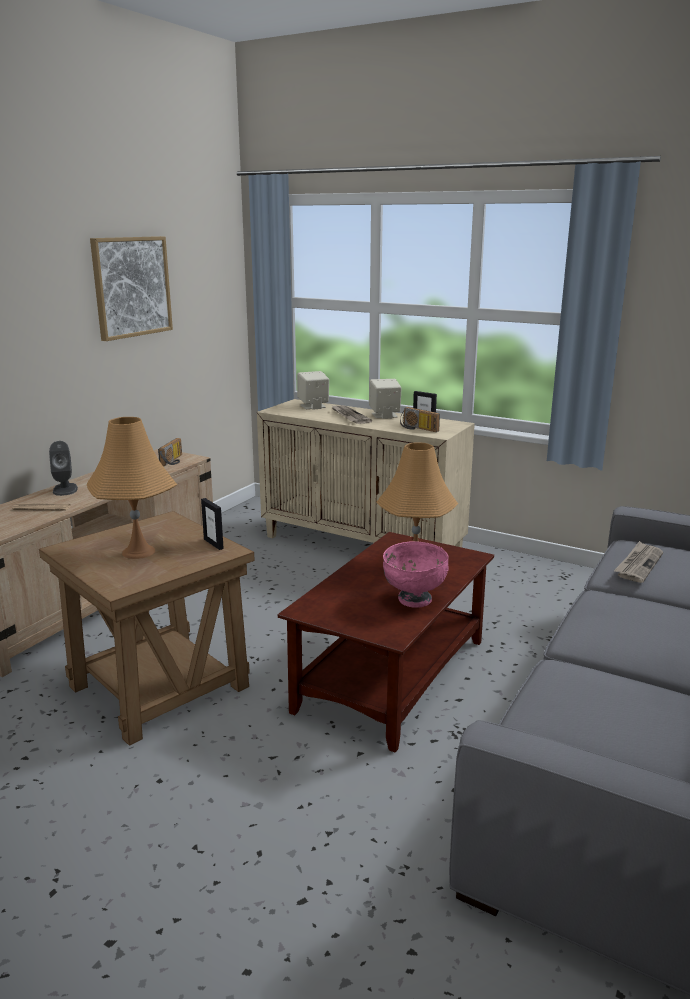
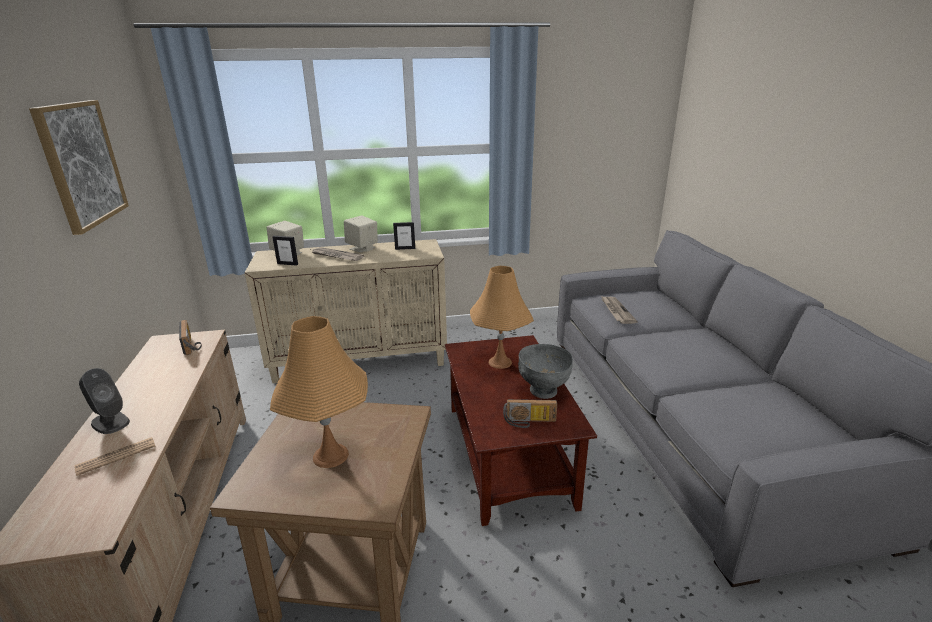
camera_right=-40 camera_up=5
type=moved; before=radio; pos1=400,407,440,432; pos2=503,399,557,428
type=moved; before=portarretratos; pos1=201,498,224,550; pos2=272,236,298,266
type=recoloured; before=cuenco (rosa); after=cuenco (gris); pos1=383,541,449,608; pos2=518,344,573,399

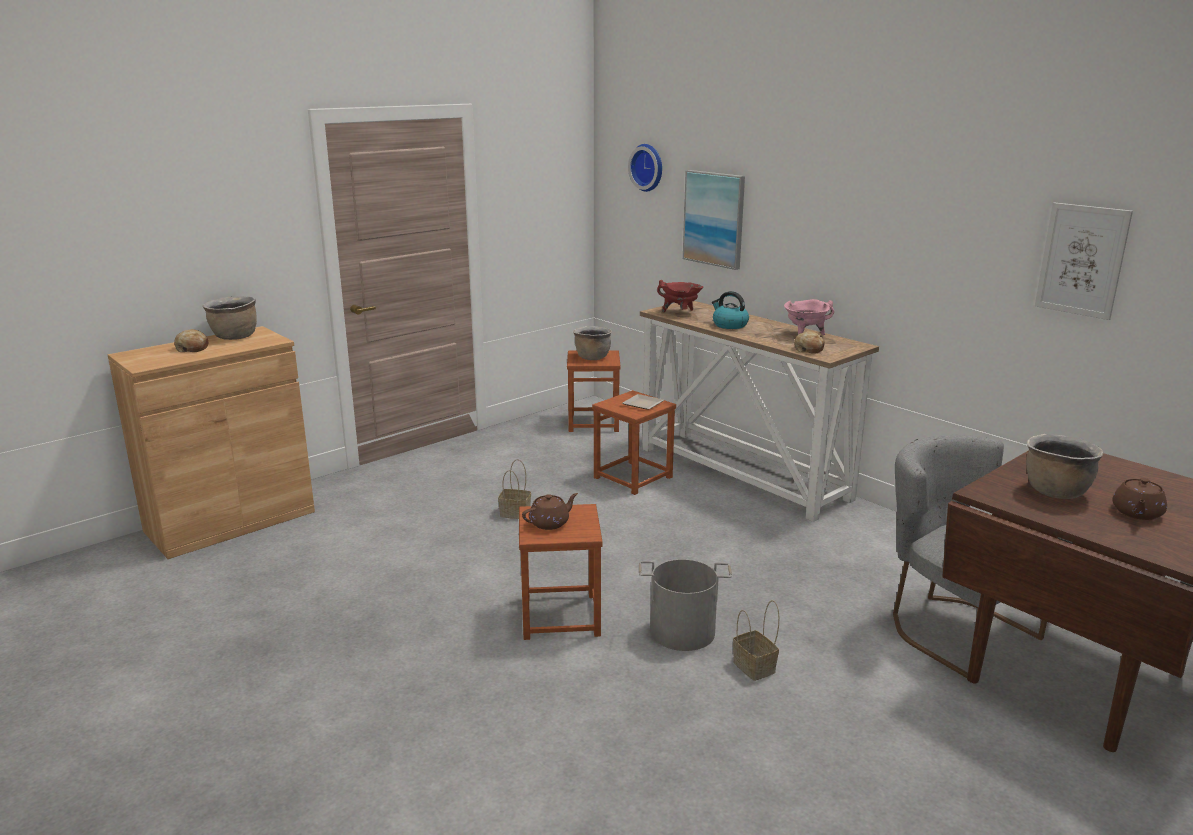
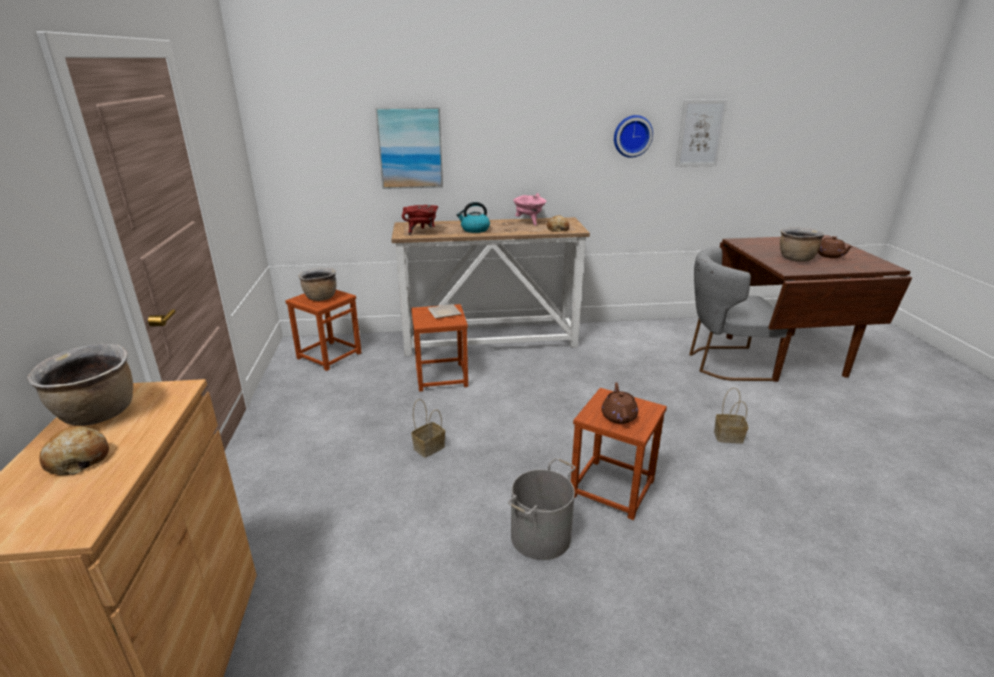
camera_right=-55 camera_up=5
type=moved; before=reloj de pared; pos1=628,144,662,192; pos2=614,115,653,158
type=moved; before=cubo (gris); pos1=639,559,732,651; pos2=508,458,576,560

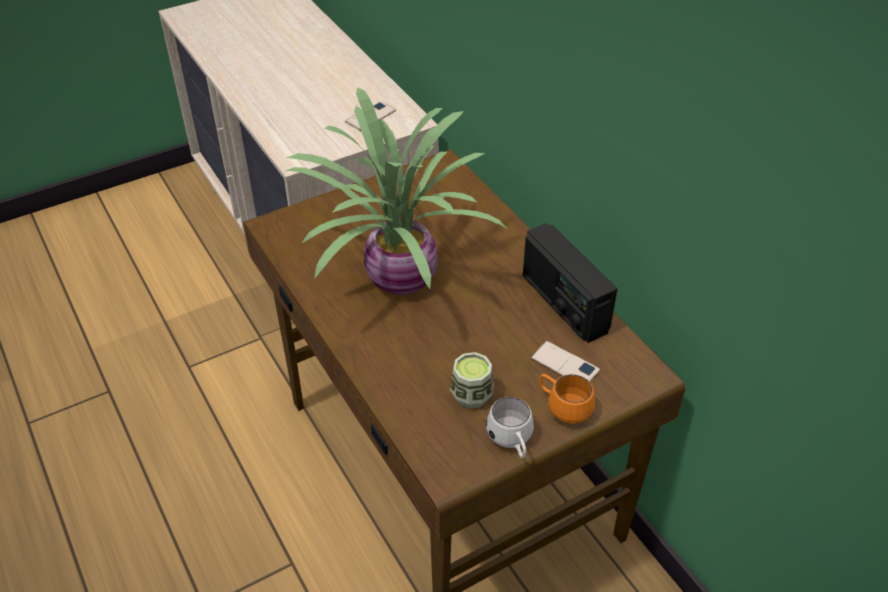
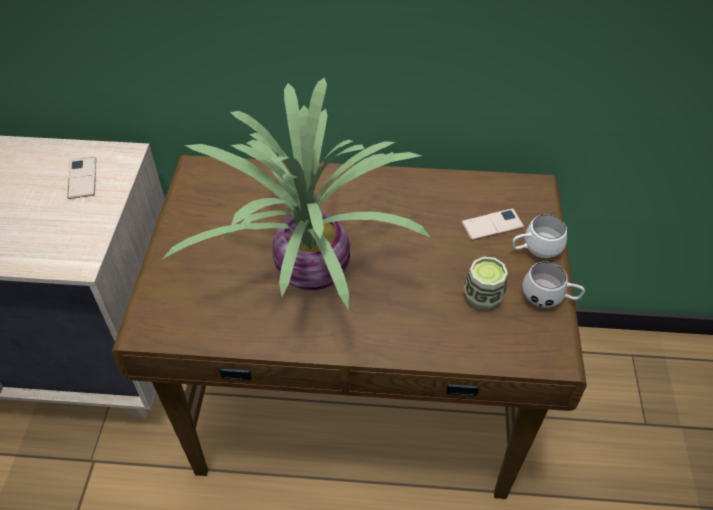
camera_right=-55 camera_up=5
type=removed; before=radio; pos1=523,223,618,343
type=recoloured; before=taza grande (naranja); after=taza grande (blanco); pos1=539,374,595,424; pos2=512,215,567,258

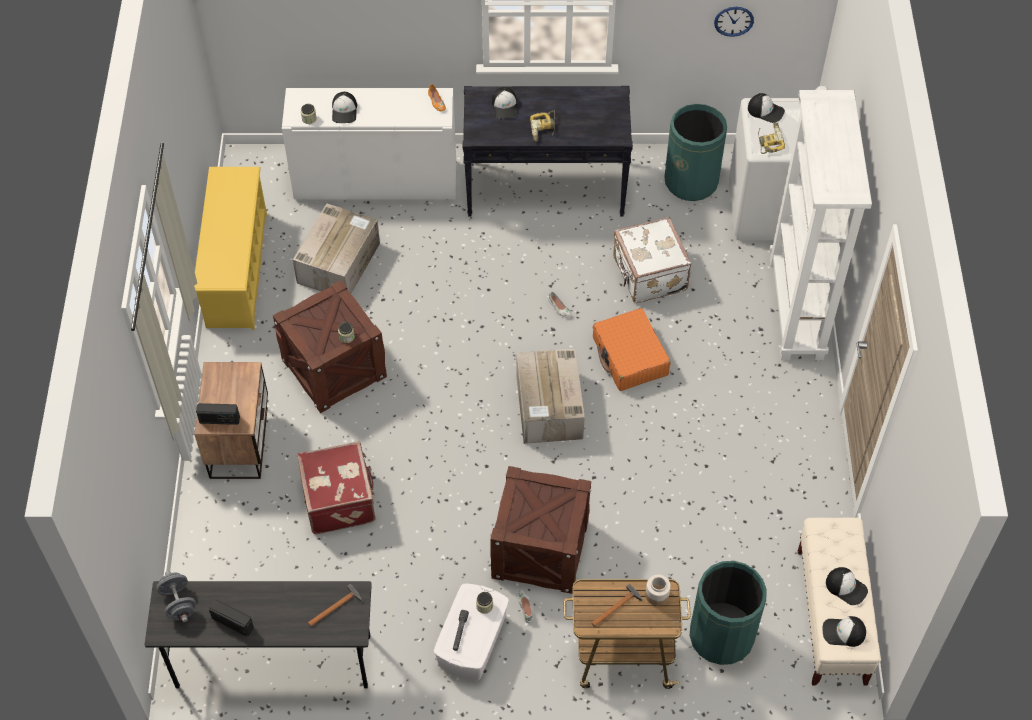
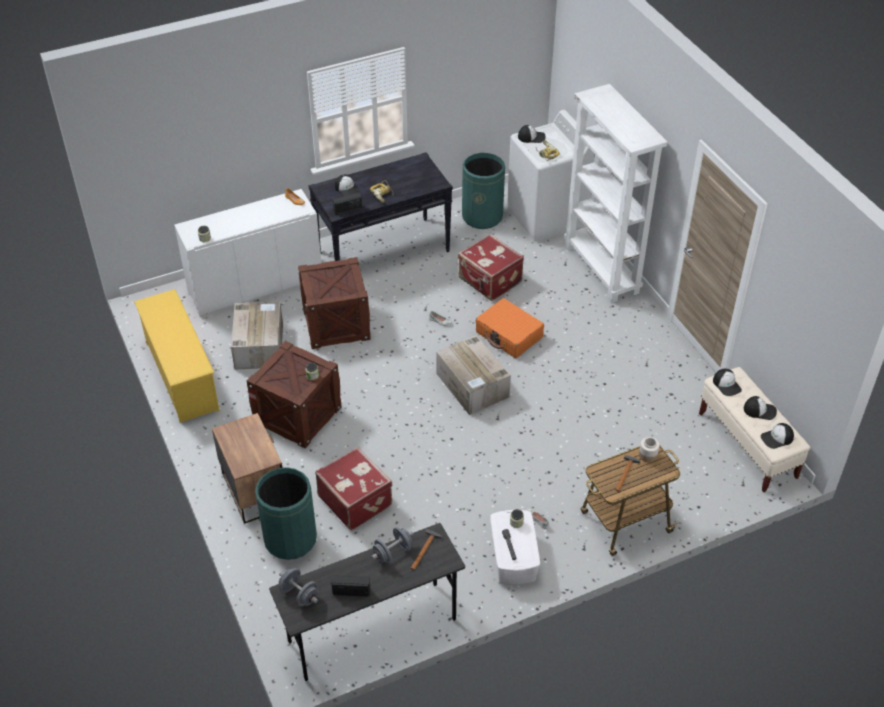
camera_right=-25 camera_up=-10
type=removed; before=reloj de pared; pos1=714,7,754,37
type=moved; before=gorra; pos1=332,92,357,123; pos2=713,369,742,396
type=recoloured; before=maleta (blanco); after=maleta (rojo); pos1=613,217,691,303; pos2=458,234,524,301
type=moved; before=radio; pos1=196,403,240,425; pos2=333,193,362,215
type=moved; before=caja de embalaje; pos1=490,466,591,594; pos2=298,257,371,349
type=moved; before=papelera (verde); pos1=690,561,767,665; pos2=255,467,317,560
type=added; after=mancuerna (gris); pos2=371,527,413,564

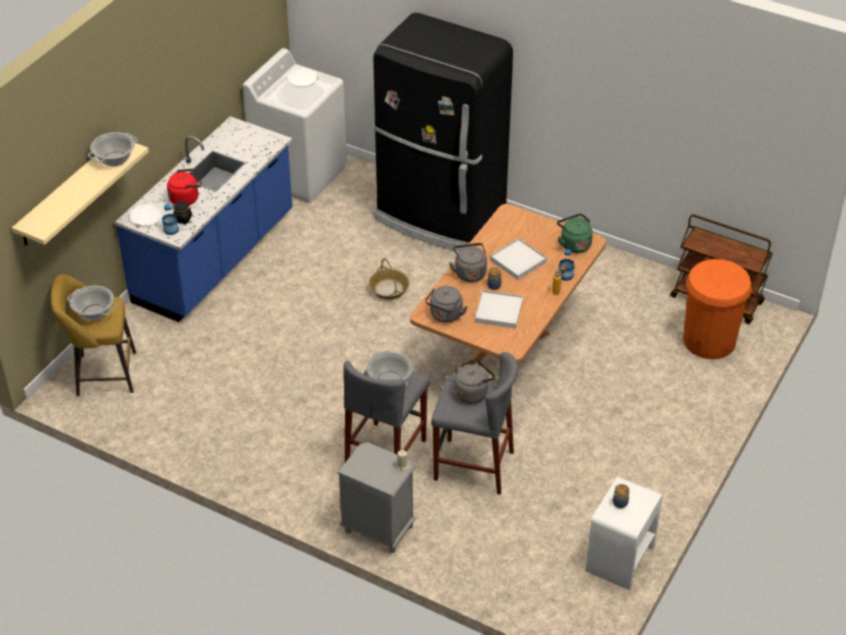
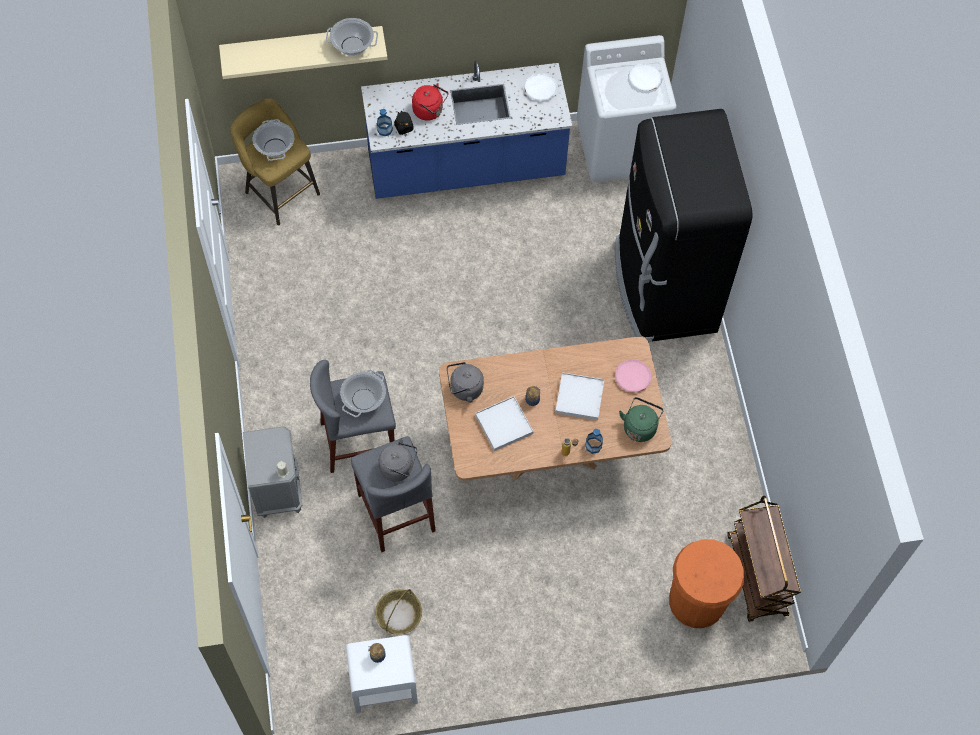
camera_right=50 camera_up=20
type=moved; before=plato (blanco); pos1=129,204,163,226; pos2=524,73,558,101
type=removed; before=hervidor (gris); pos1=449,243,487,282
type=moved; before=cesta; pos1=368,258,410,299; pos2=375,589,422,635
type=added; after=plato (rosa); pos2=615,359,652,392

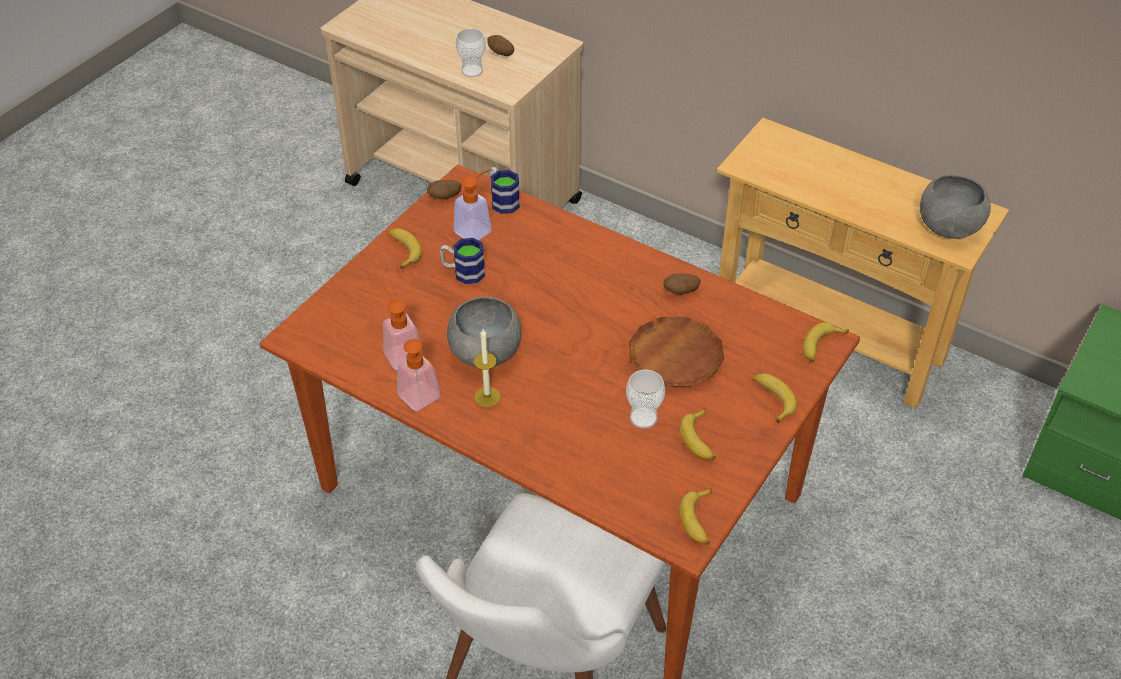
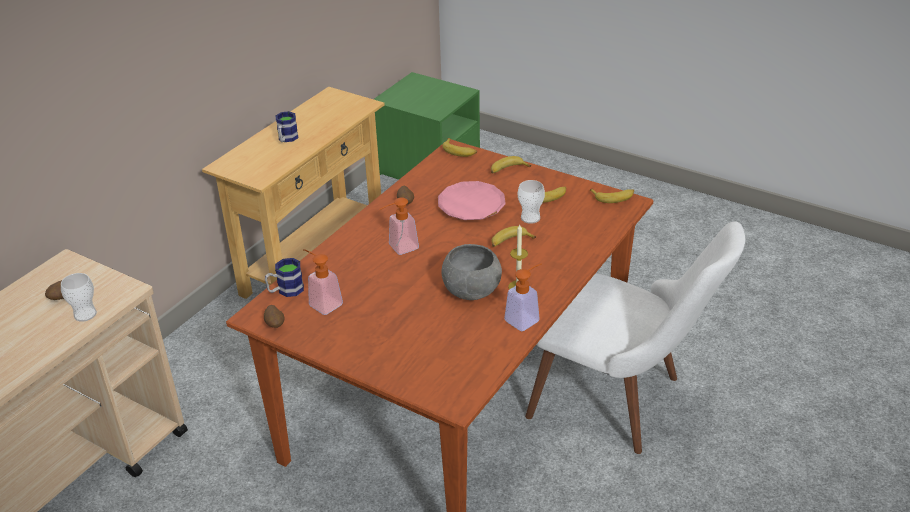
camera_right=-90 camera_up=-10
type=removed; before=cuenco (gris); pos1=920,174,991,239
type=moved; before=plátano; pos1=389,228,422,269; pos2=491,226,536,247
type=moved; before=taza grande; pos1=440,238,485,284; pos2=276,111,298,142
type=moved; before=dispensador de jabón; pos1=383,287,422,370; pos2=380,198,419,255
type=recoloured; before=plato (marrón); after=plato (rosa); pos1=629,317,724,387; pos2=438,181,506,220

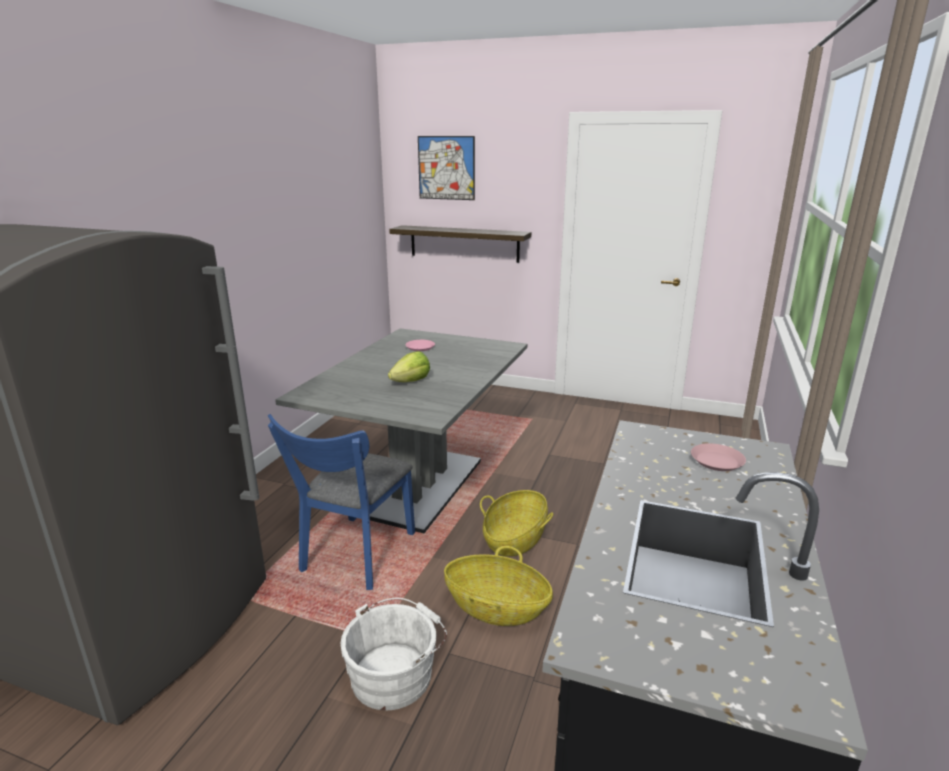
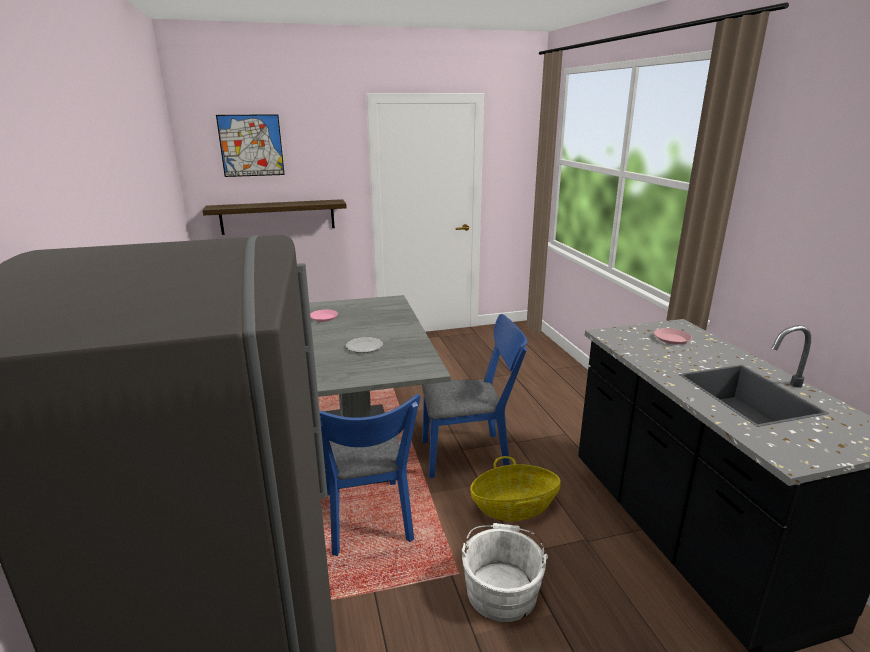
camera_right=-35 camera_up=0
type=replaced; before=lechuga; after=plato; pos1=388,351,430,382; pos2=346,337,383,353
type=replaced; before=cesta; after=silla (azul); pos1=480,490,553,556; pos2=422,314,527,478

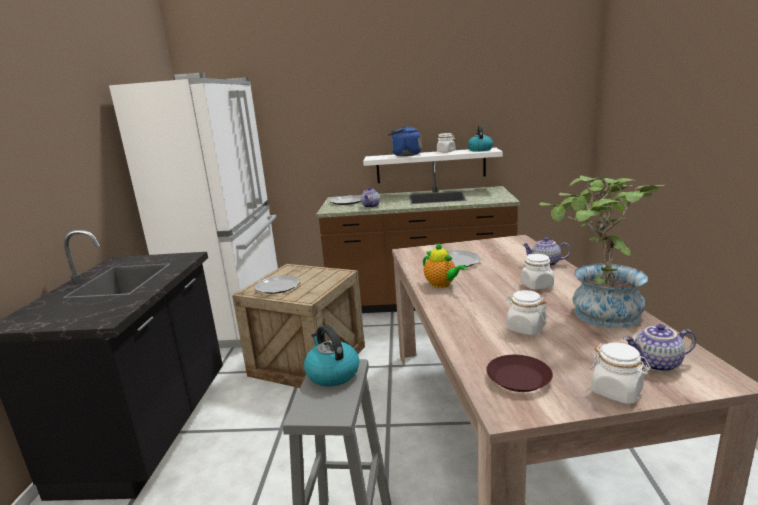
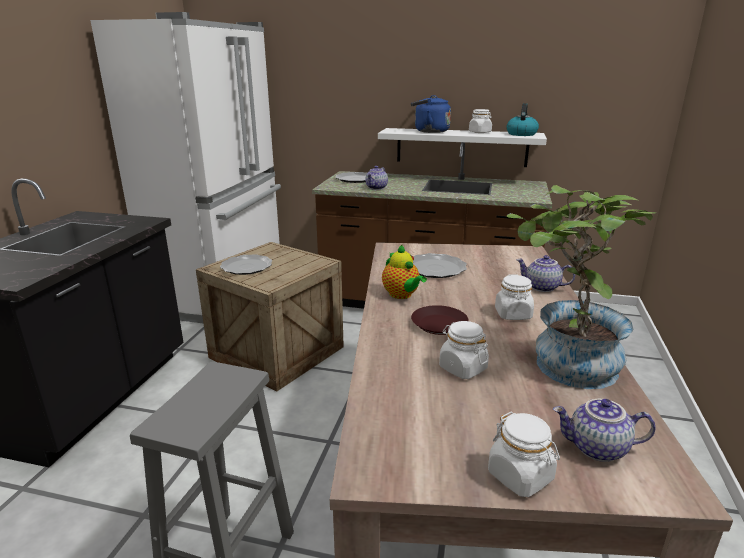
camera_right=10 camera_up=5
type=removed; before=hervidor; pos1=304,325,359,386
type=moved; before=plato (marrón); pos1=486,355,553,392; pos2=411,305,469,335

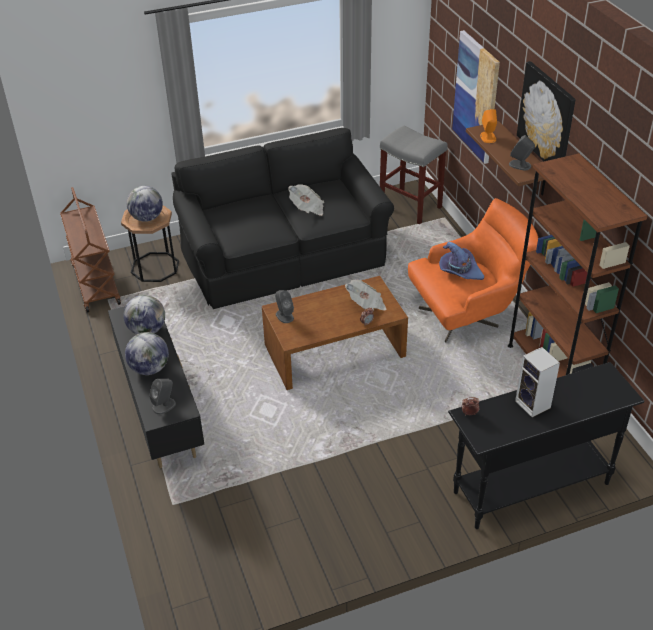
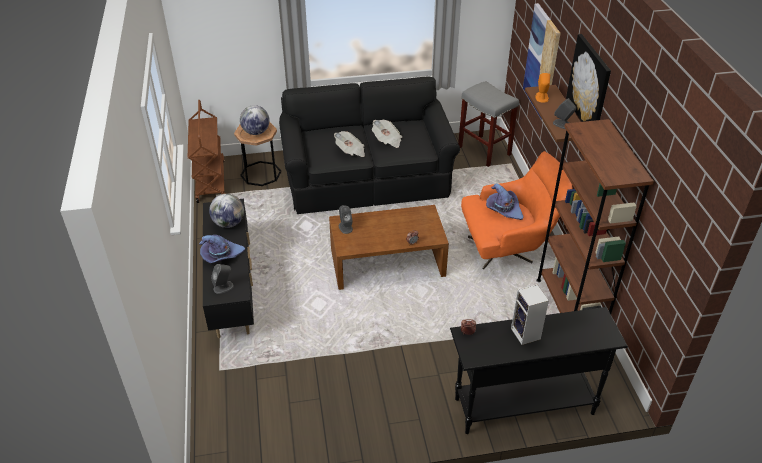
camera_right=10 camera_up=0
type=moved; before=periódico; pos1=345,280,386,311; pos2=334,131,365,157
type=replaced; before=globo terráqueo; after=sombrero (morado); pos1=125,332,169,375; pos2=199,235,245,263

